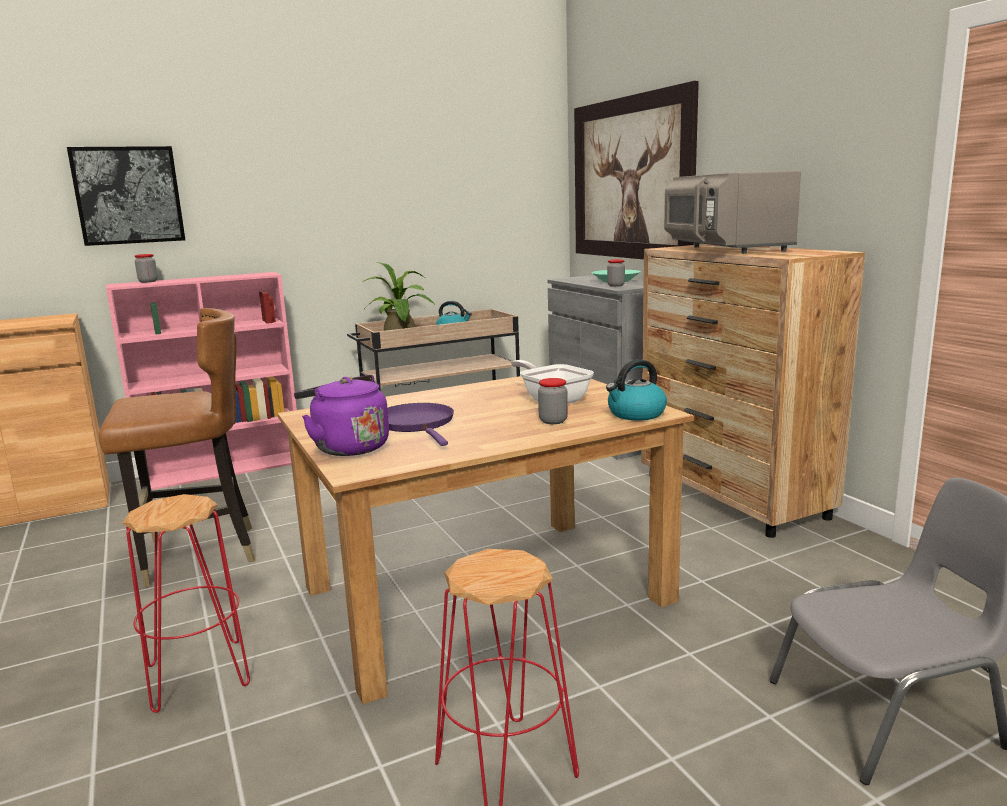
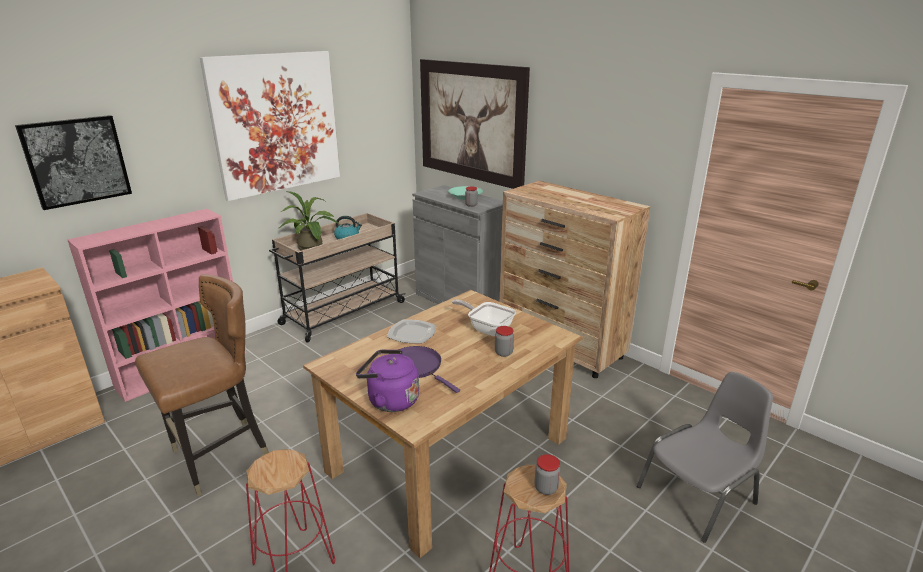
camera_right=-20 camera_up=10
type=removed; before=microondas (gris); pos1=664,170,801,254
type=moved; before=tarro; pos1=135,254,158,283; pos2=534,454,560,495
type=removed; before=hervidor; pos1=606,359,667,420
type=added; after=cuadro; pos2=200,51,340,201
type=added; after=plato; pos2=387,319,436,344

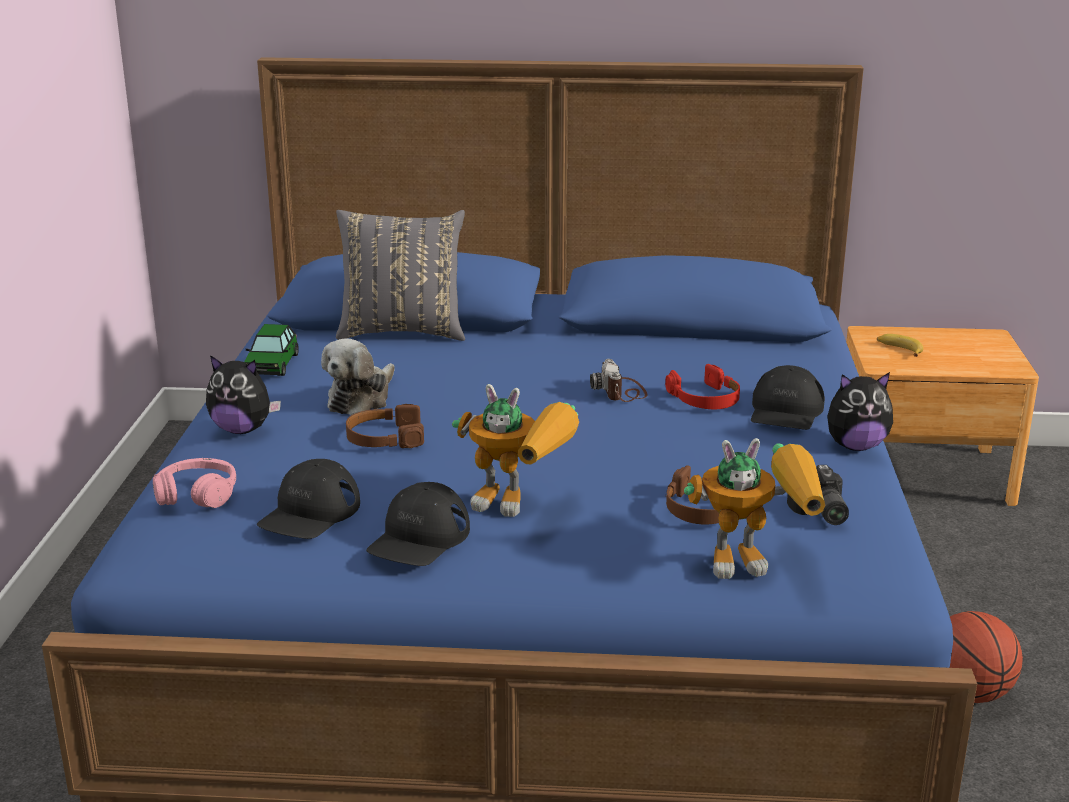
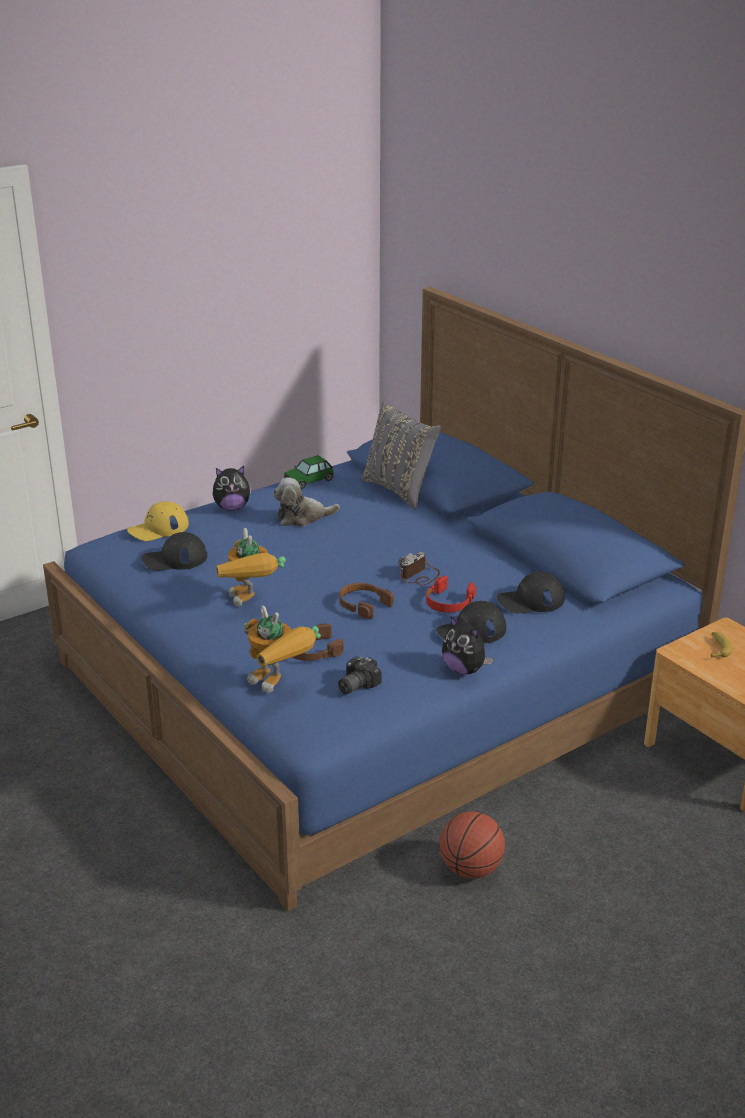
camera_right=50 camera_up=5
type=turned; before=peluche; pos1=206,355,281,434; pos2=213,466,252,511; turn=-75
type=moved; before=auriculares (marrón); pos1=346,404,424,448; pos2=339,583,394,619
type=replaced; before=auriculares (rosa); after=gorra (amarillo); pos1=153,458,236,508; pos2=127,501,189,541
type=moved; before=gorra (negro); pos1=366,482,470,566; pos2=496,572,565,613

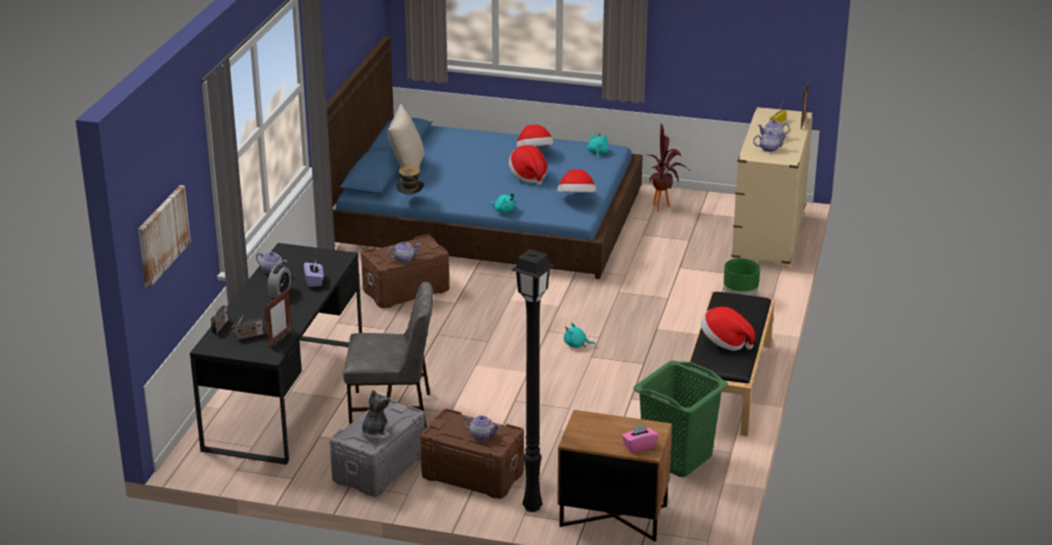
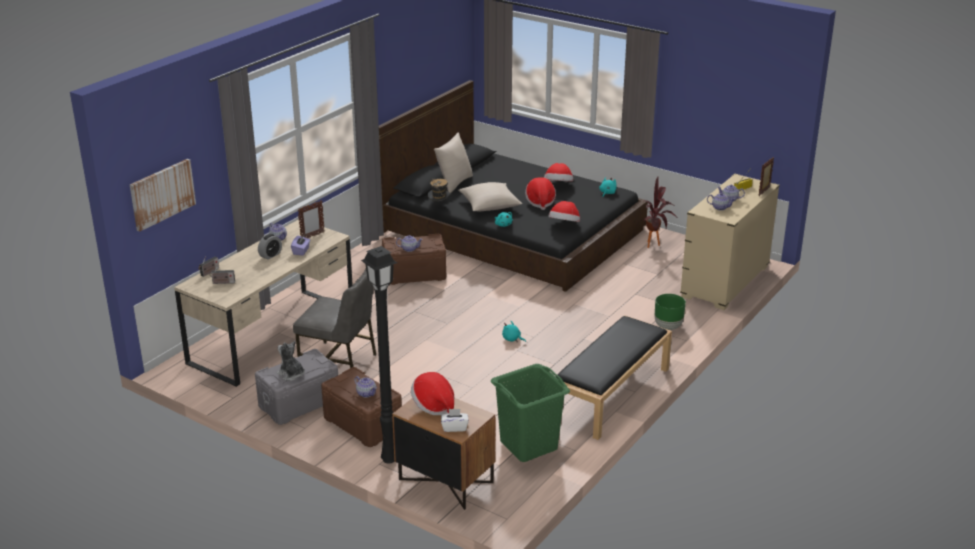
camera_right=20 camera_up=0
type=recoloured; before=cama (azul); after=cama (negro); pos1=326,36,643,279; pos2=379,80,648,292
type=recoloured; before=escritorio (negro); after=escritorio (beis); pos1=190,243,362,465; pos2=174,219,353,387
type=moved; before=portarretratos; pos1=264,288,292,348; pos2=298,200,324,238
type=moved; before=sombrero; pos1=701,307,755,351; pos2=411,372,454,415
type=turned; before=peluche; pos1=361,390,392,440; pos2=276,341,305,381; turn=-90
type=recoloured; before=caja de pañuelos (rosa); after=caja de pañuelos (blanco); pos1=622,423,658,453; pos2=441,409,469,432
type=added; after=cojín (beis); pos2=458,182,523,211

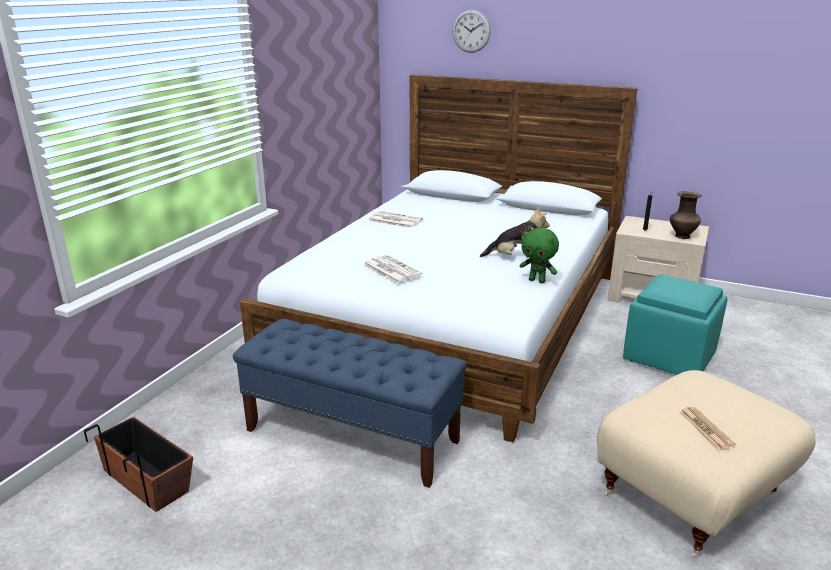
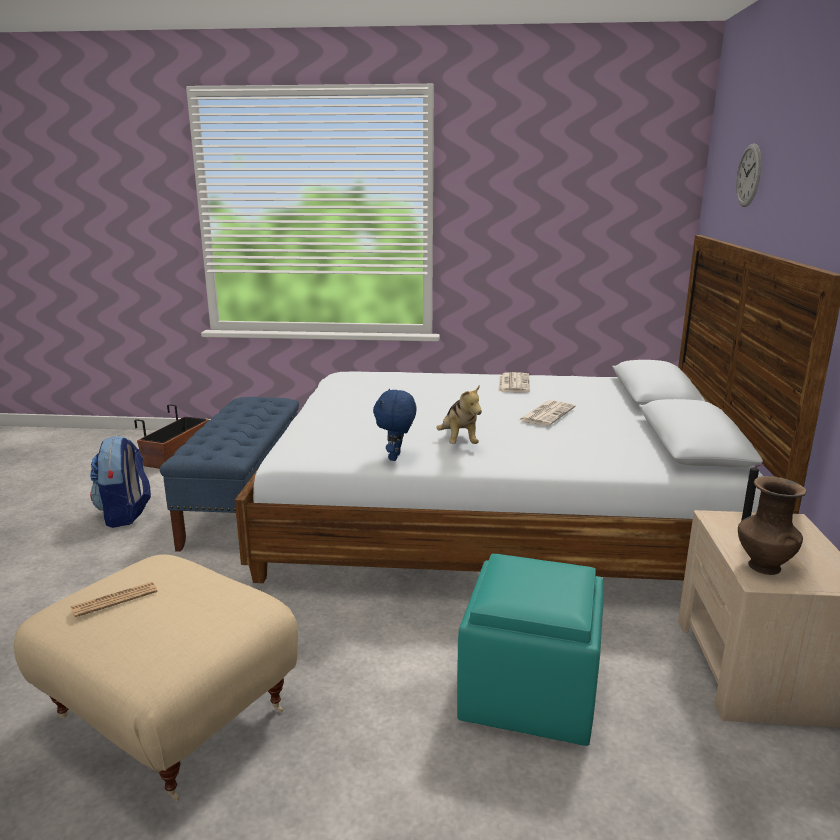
camera_right=70 camera_up=-5
type=recoloured; before=peluche (verde); after=peluche (azul); pos1=519,227,559,283; pos2=373,389,417,461
type=moved; before=periódico; pos1=363,255,422,284; pos2=517,400,575,426
type=added; after=mochila; pos2=90,435,151,528

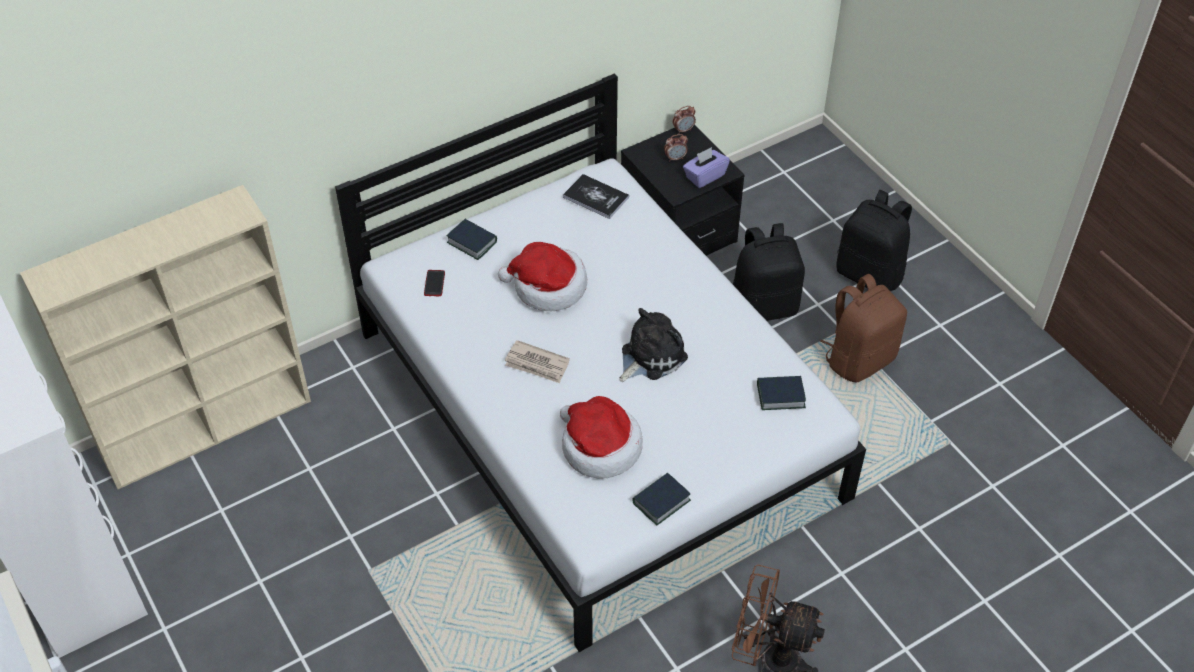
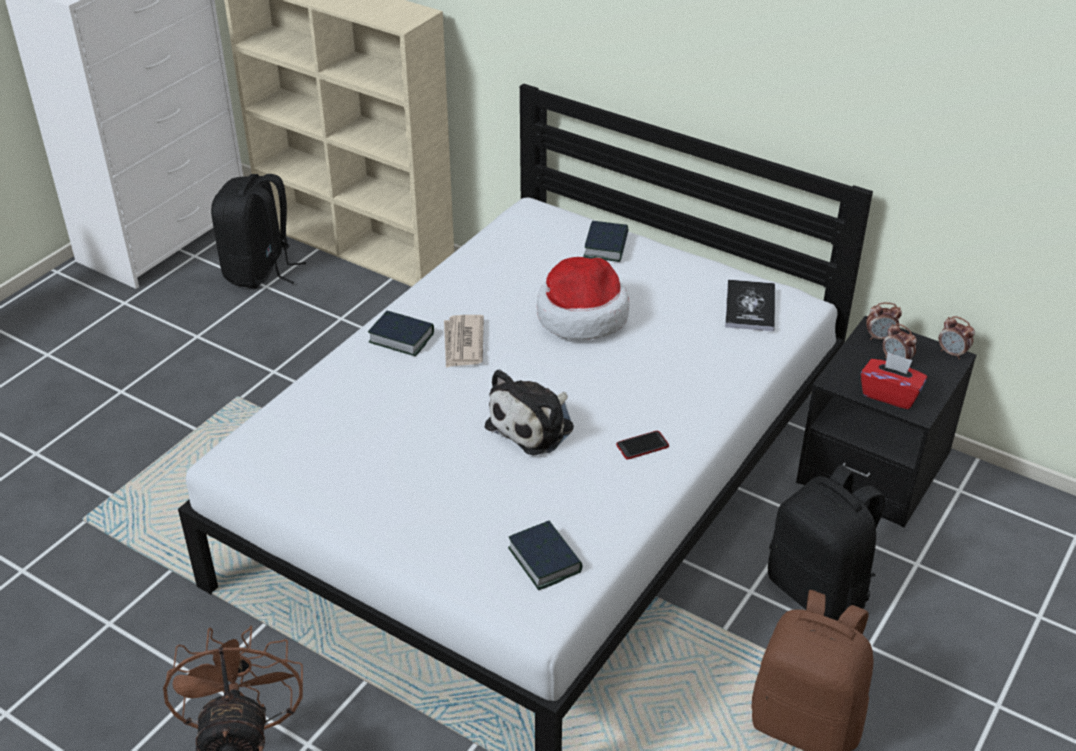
camera_right=65 camera_up=-10
type=recoloured; before=caja de pañuelos (morado); after=caja de pañuelos (rojo); pos1=683,147,730,188; pos2=861,352,927,409
type=moved; before=mochila (negro); pos1=836,190,912,291; pos2=211,174,306,289
type=moved; before=móvil; pos1=424,270,445,296; pos2=616,431,669,460
type=turned; before=peluche; pos1=619,308,688,382; pos2=485,369,574,455; turn=105
type=removed; before=sombrero; pos1=560,396,643,479
type=moved; before=libro; pos1=632,473,691,525; pos2=368,311,434,356
type=added; after=despertador; pos2=866,302,902,340

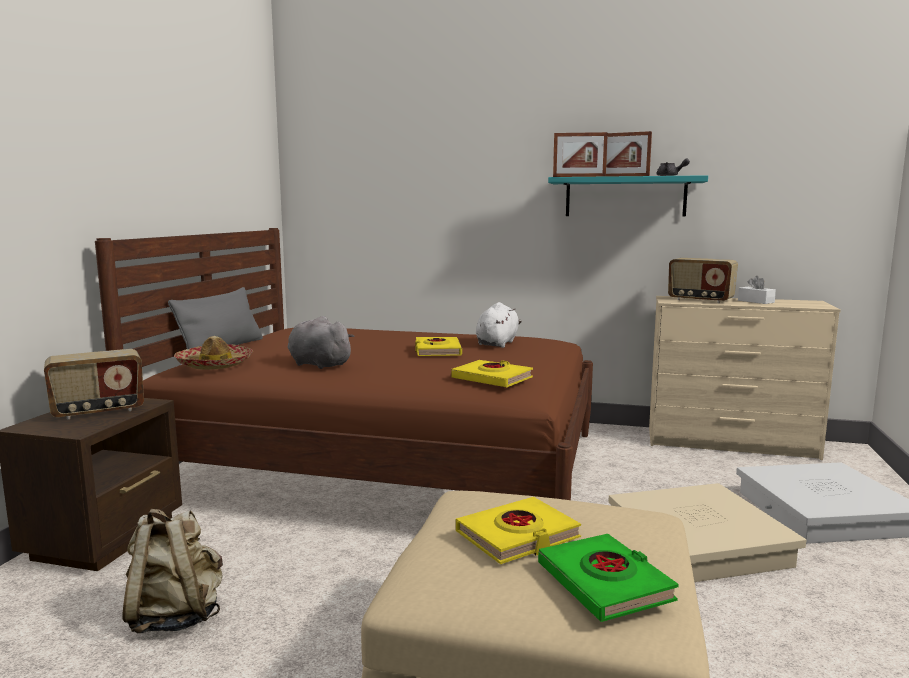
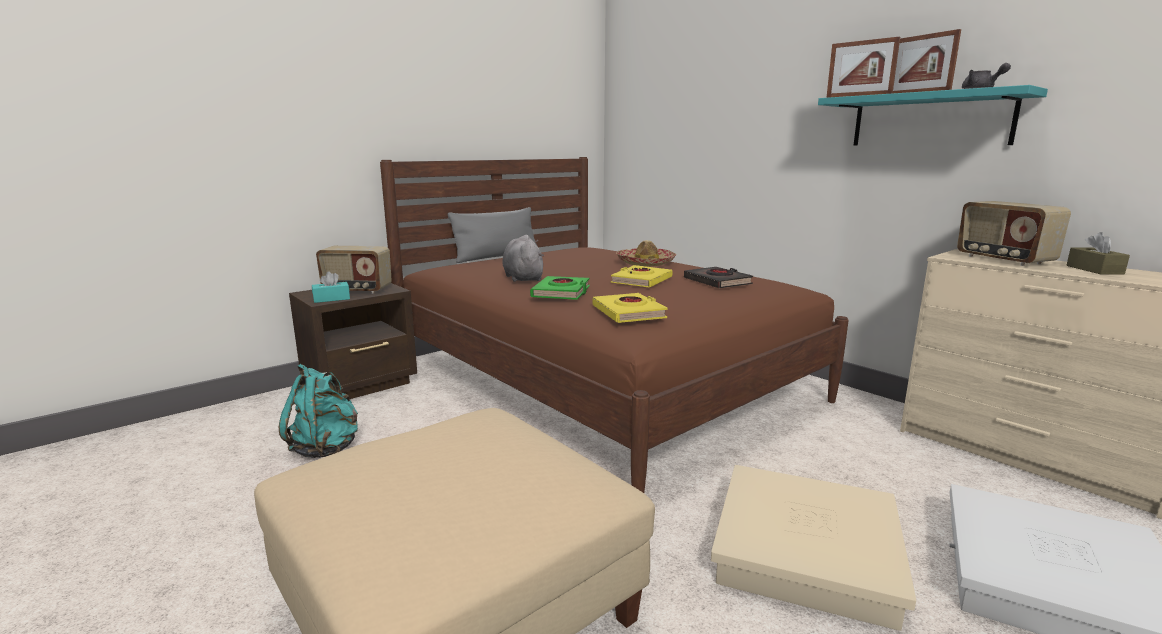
camera_right=35 camera_up=5
type=recoloured; before=caja de pañuelos (blanco); after=caja de pañuelos (marrón); pos1=738,276,776,304; pos2=1066,232,1130,275
type=replaced; before=peluche (blanco); after=libro (negro); pos1=476,302,522,348; pos2=684,267,753,288
type=moved; before=sombrero; pos1=174,336,253,370; pos2=616,240,676,266
type=removed; before=libro (amarillo); pos1=456,497,581,564
type=recoloured; before=mochila (beis); after=mochila (turquesa); pos1=122,509,223,633; pos2=279,364,358,458
type=moved; before=libro (verde); pos1=538,534,679,622; pos2=530,276,590,300
type=added; after=caja de pañuelos (turquesa); pos2=312,271,350,303

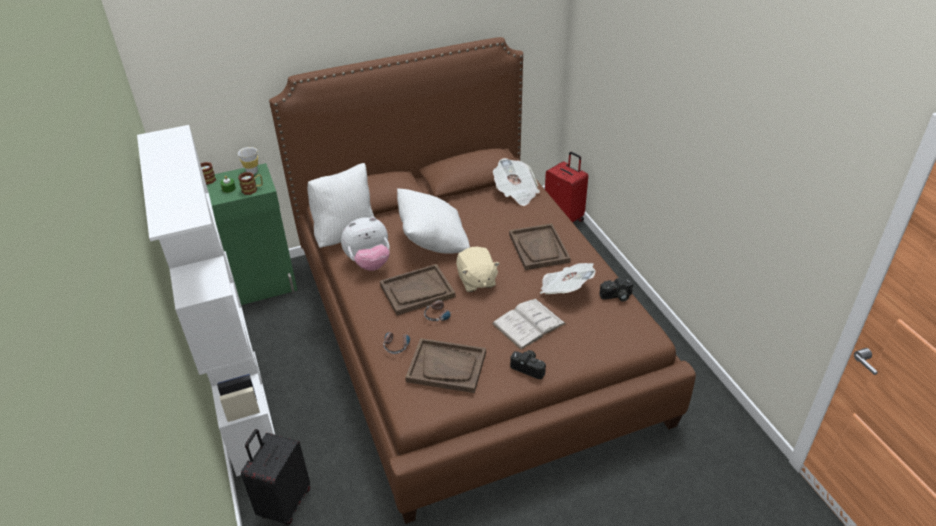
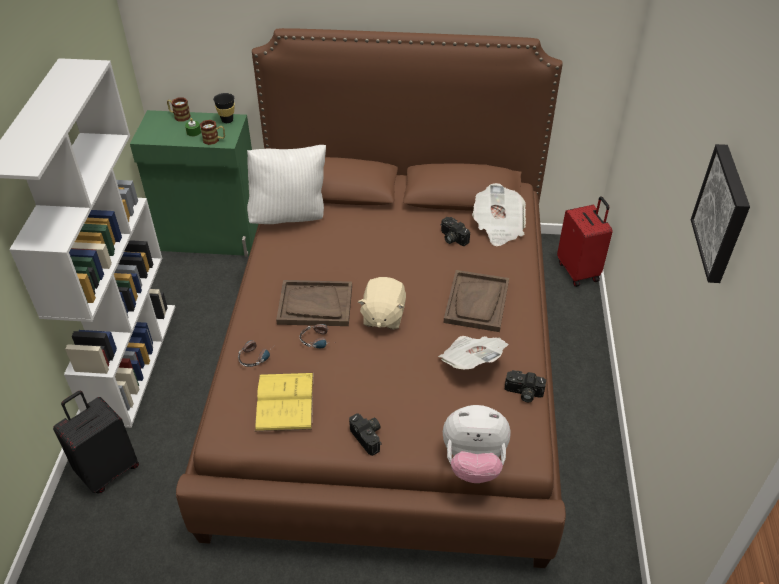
camera_right=25 camera_up=5
type=recoloured; before=taza (blanco); after=taza (negro); pos1=238,147,258,174; pos2=213,93,235,123
type=removed; before=cojín (blanco); pos1=397,188,470,254
type=moved; before=peluche; pos1=341,216,390,271; pos2=443,405,511,483
type=removed; before=libro (blanco); pos1=492,299,566,350
type=replaced; before=bandeja (marrón); after=libro (amarillo); pos1=405,338,486,393; pos2=255,372,314,432
type=added; after=cuadro; pos2=691,144,750,283
type=added; after=cámara; pos2=440,217,470,246

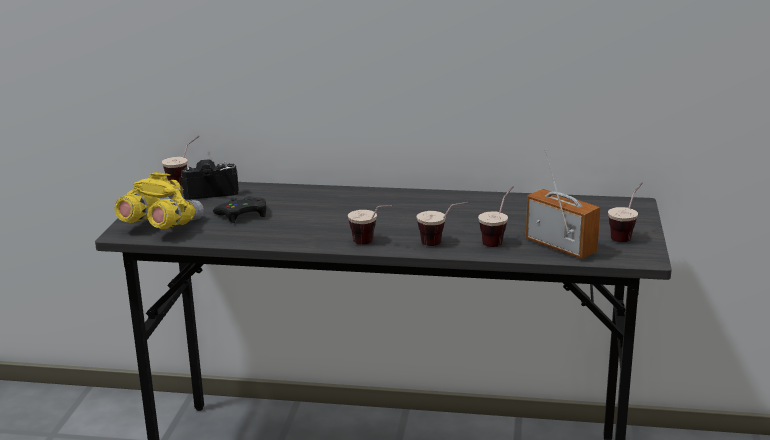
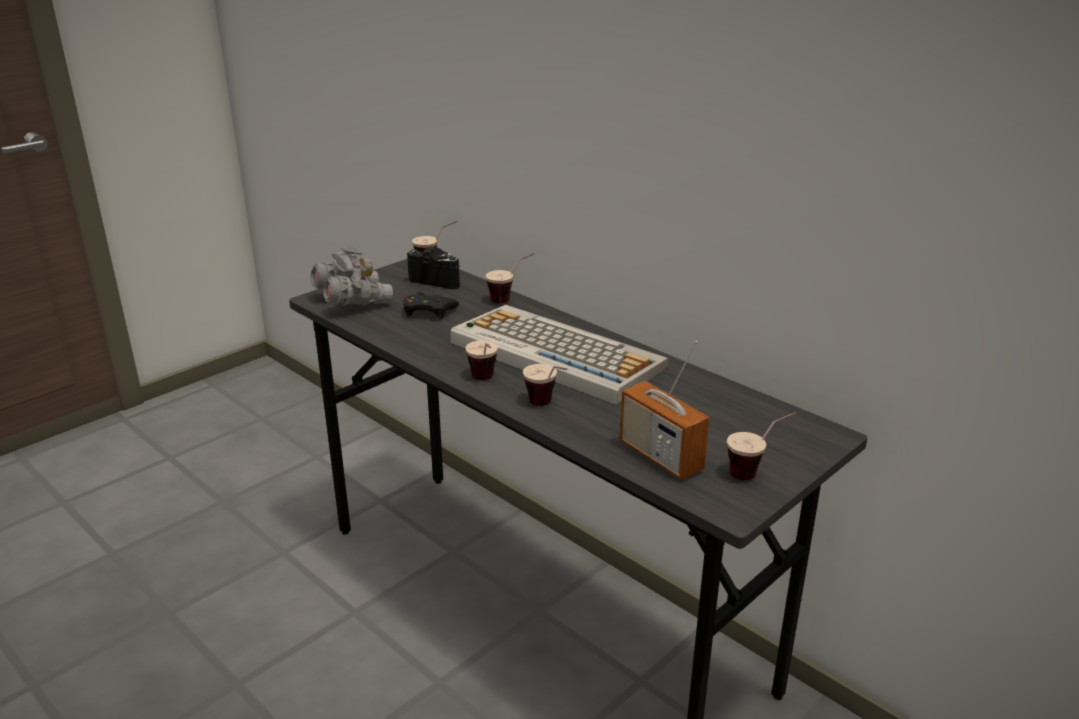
camera_right=35 camera_up=5
type=turned; before=radio; pos1=526,149,601,259; pos2=620,341,710,480; turn=150
type=recoloured; before=prismáticos (amarillo); after=prismáticos (gris); pos1=115,172,204,229; pos2=311,247,393,306
type=moved; before=taza; pos1=478,186,514,247; pos2=486,253,534,303
type=added; after=teclado; pos2=451,305,669,405

